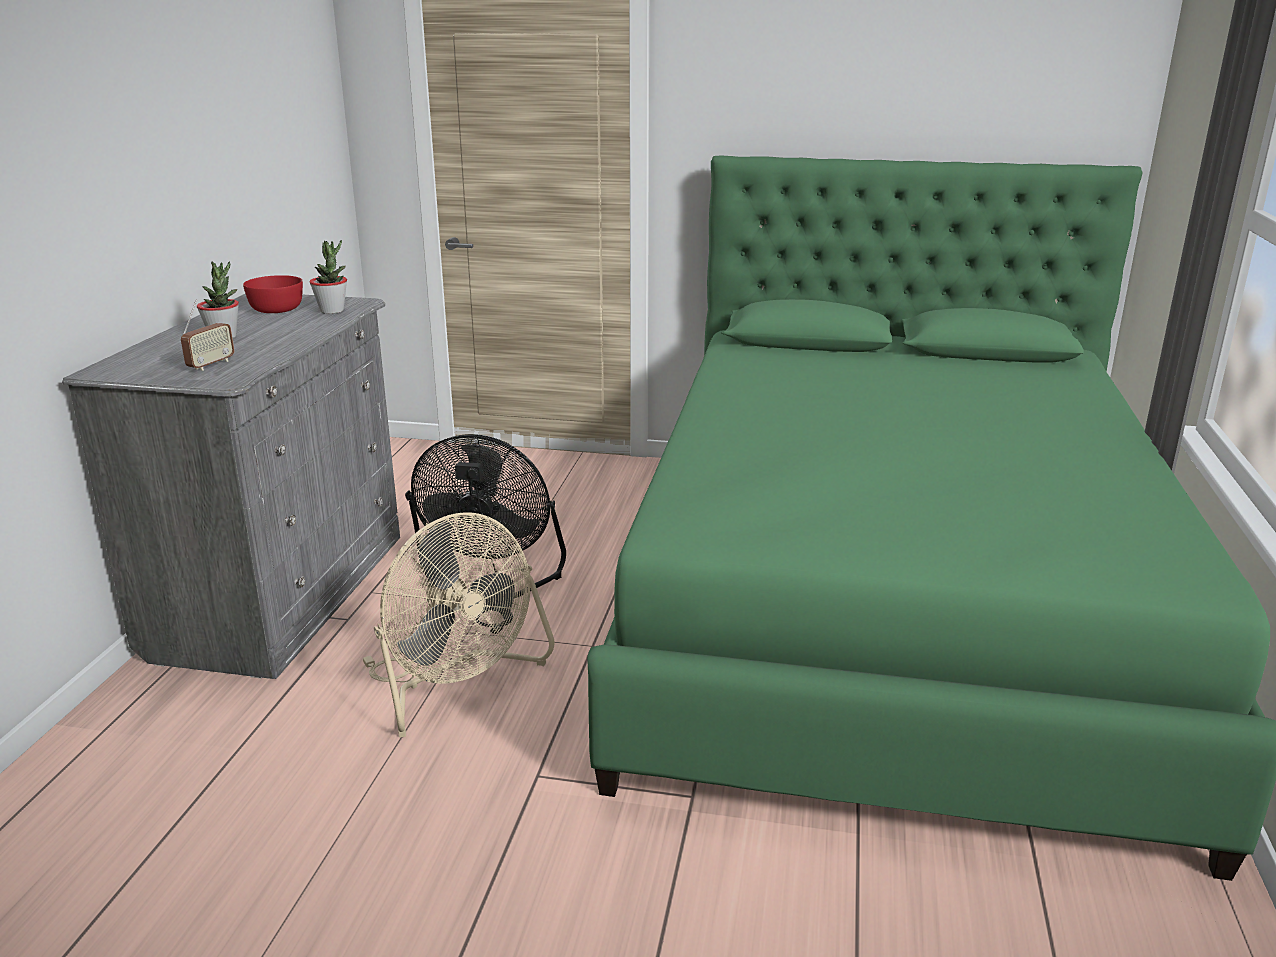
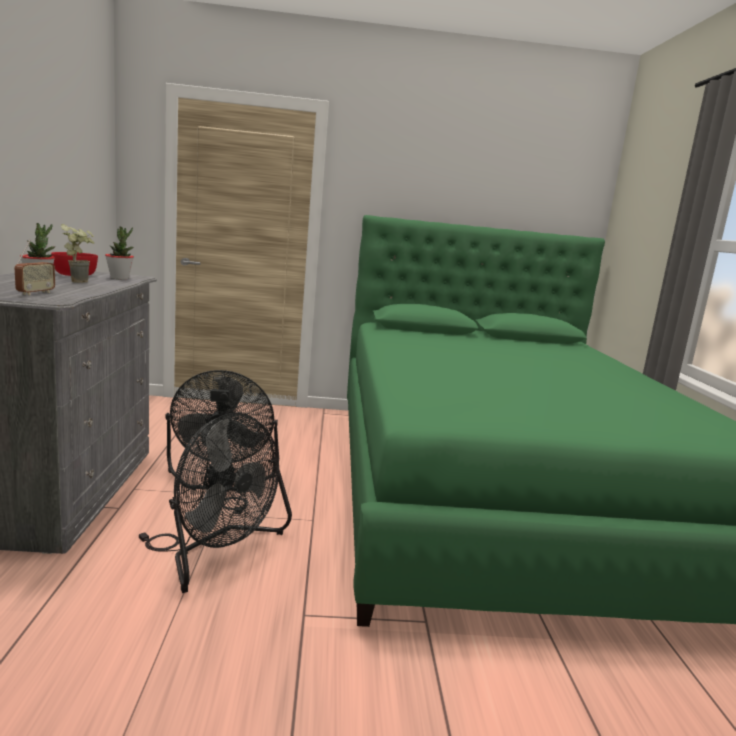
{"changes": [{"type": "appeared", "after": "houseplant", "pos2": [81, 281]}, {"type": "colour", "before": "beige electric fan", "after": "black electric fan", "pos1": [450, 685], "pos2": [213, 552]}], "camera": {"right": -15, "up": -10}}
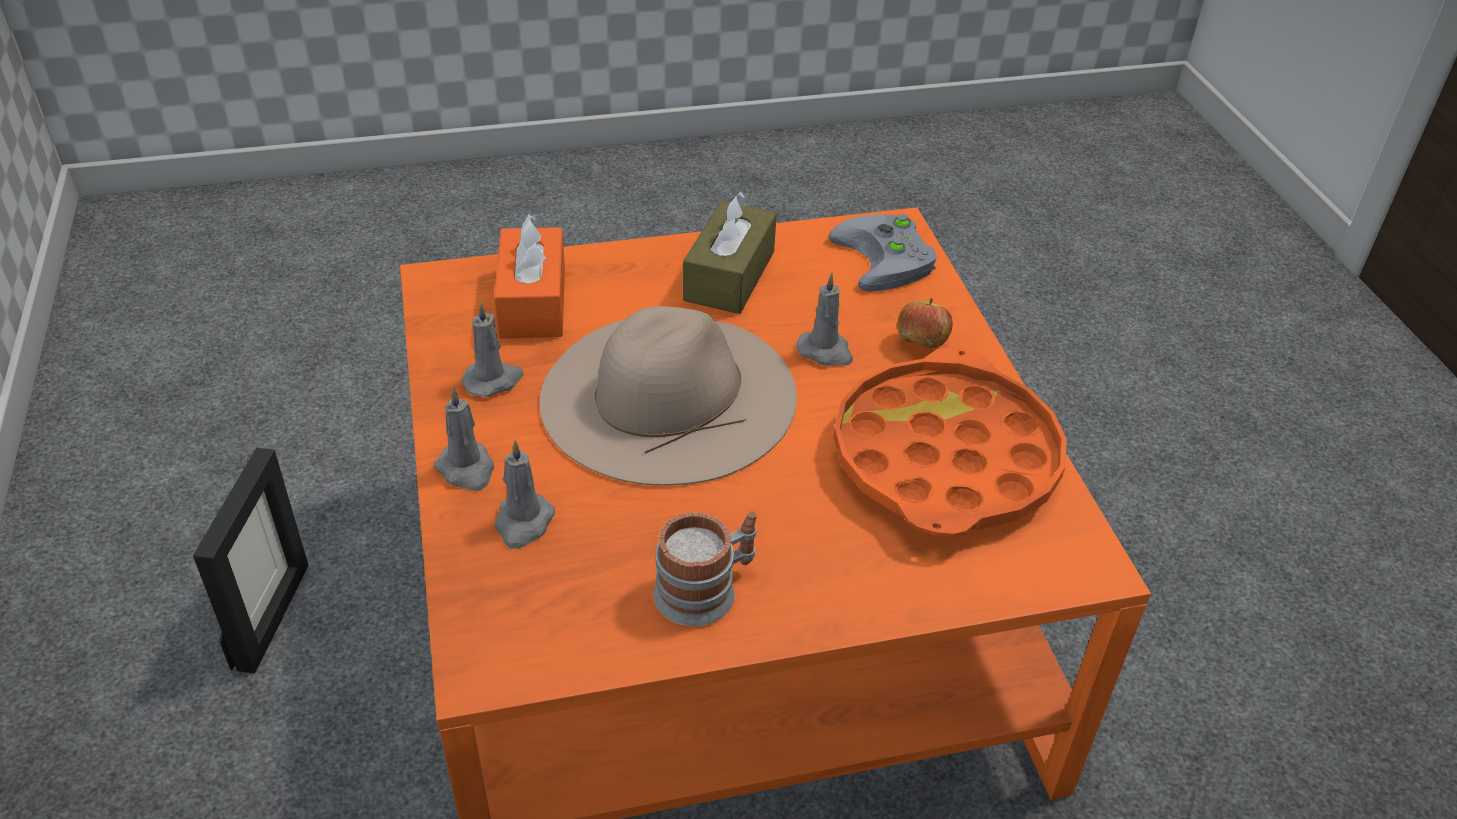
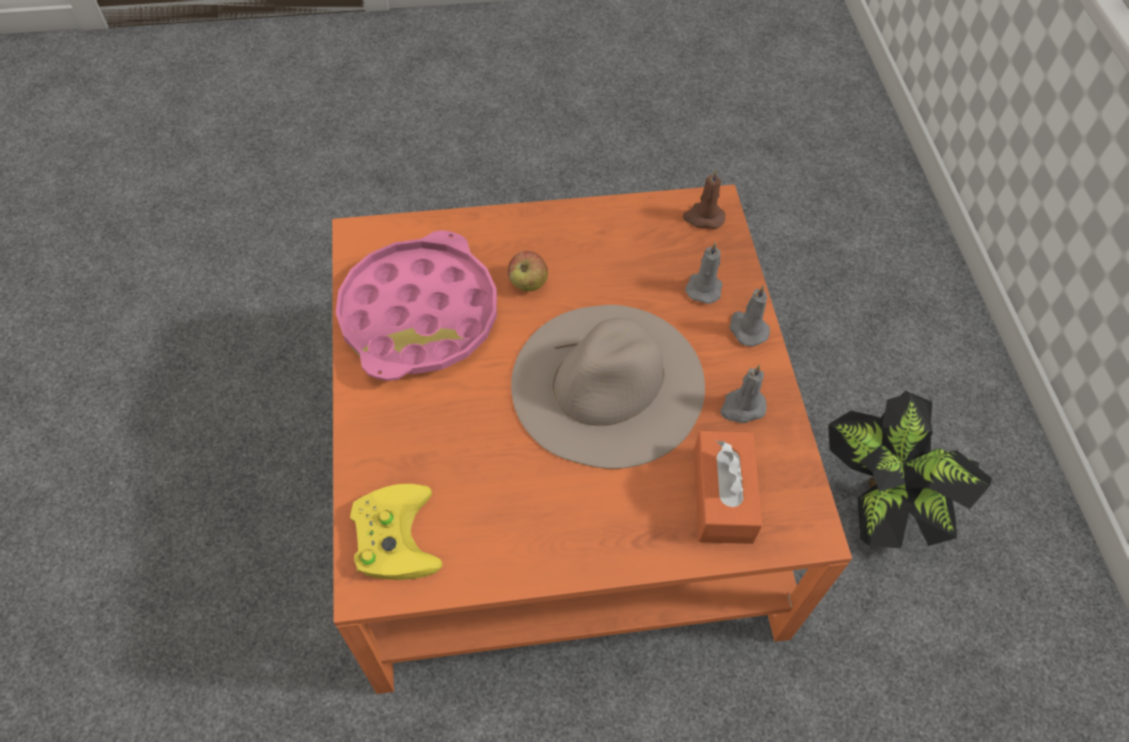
{"changes": [{"type": "colour", "before": "orangey tray", "after": "pink tray", "pos1": [944, 459], "pos2": [419, 315]}, {"type": "colour", "before": "greyish game controller", "after": "yellowish game controller", "pos1": [888, 259], "pos2": [391, 534]}, {"type": "relocated", "before": "apple", "pos1": [921, 343], "pos2": [528, 283]}, {"type": "appeared", "after": "brown wax candle", "pos2": [703, 217]}, {"type": "exchanged", "before": "photo frame", "after": "houseplant", "pos1": [271, 615], "pos2": [878, 502]}, {"type": "missing", "before": "coffee mug", "pos1": [706, 589]}, {"type": "missing", "before": "brown tissue holder", "pos1": [729, 276]}, {"type": "missing", "before": "greyish wax candle", "pos1": [826, 351]}], "camera": {"right": -175, "up": 15}}
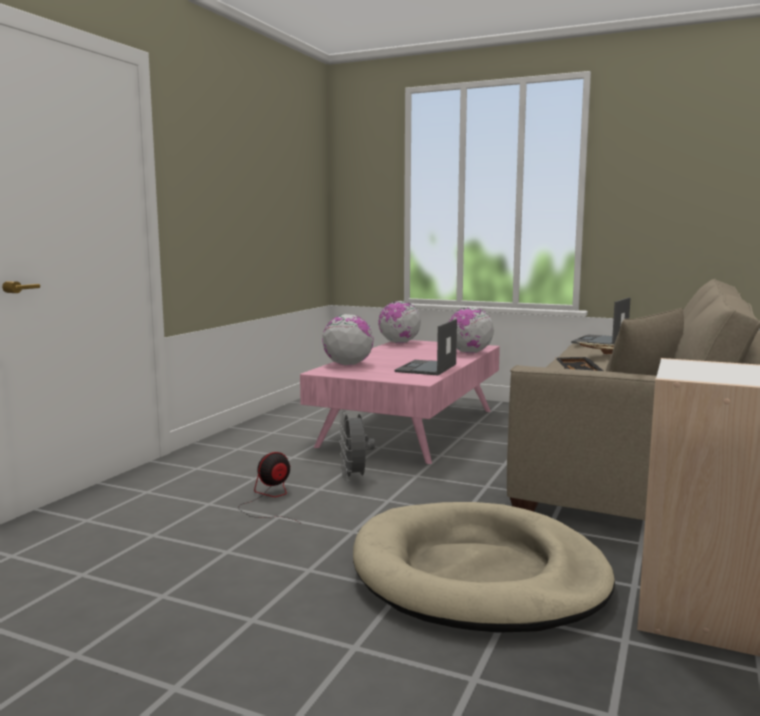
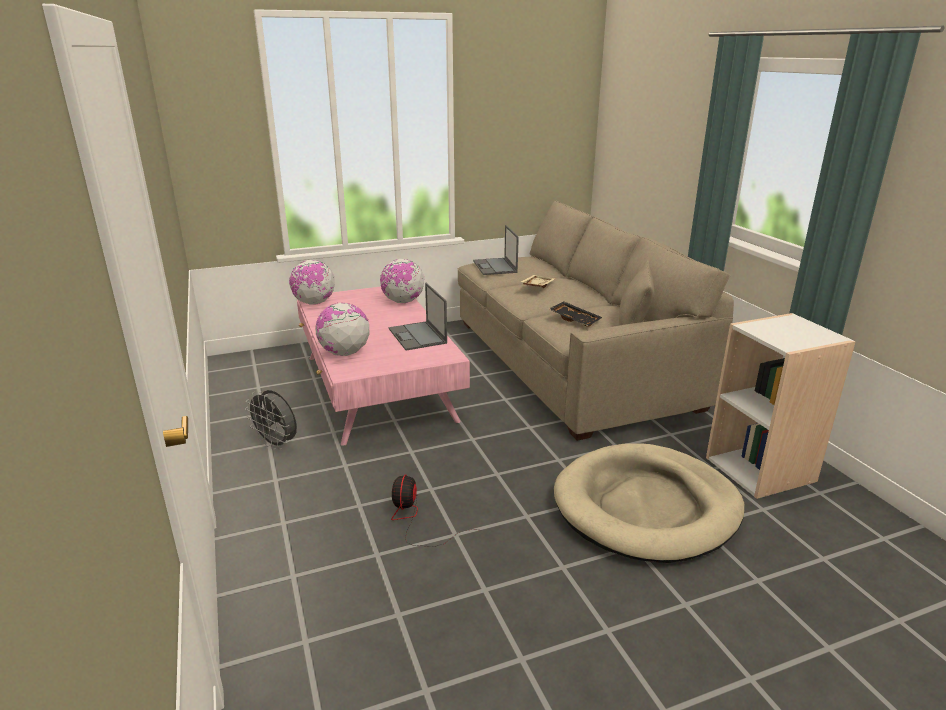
{"changes": [{"type": "relocated", "before": "greyish electric fan", "pos1": [354, 478], "pos2": [277, 444]}], "camera": {"right": -45, "up": 15}}
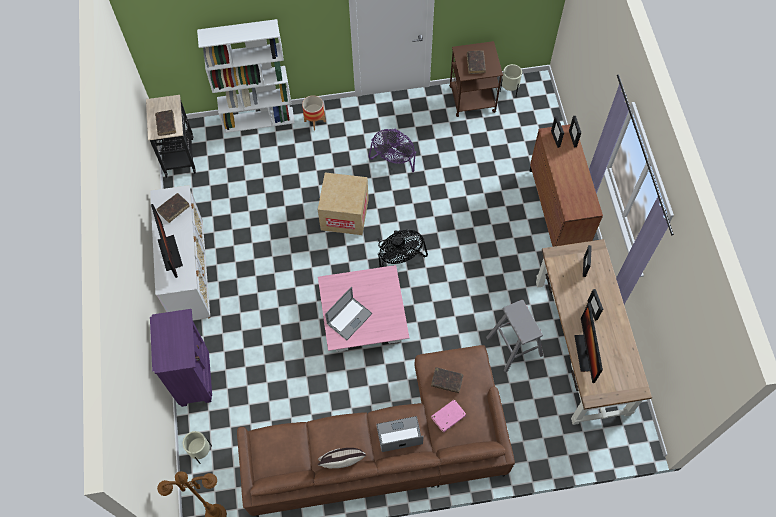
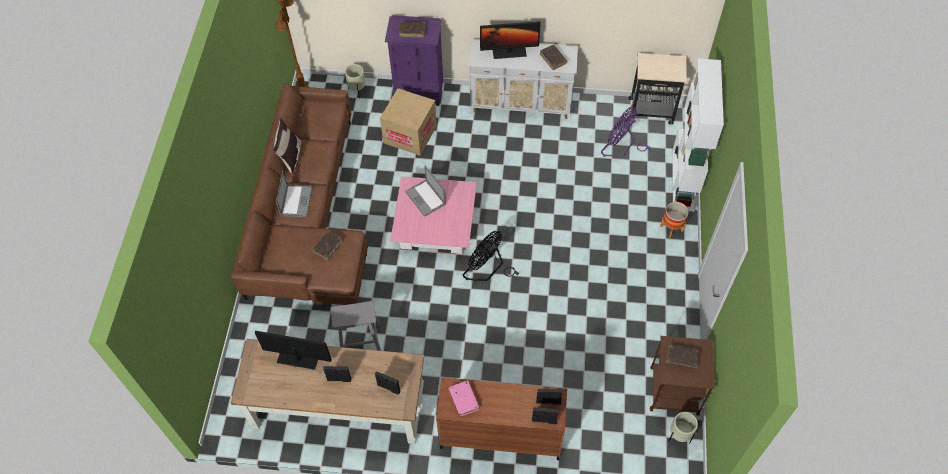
{"changes": [{"type": "relocated", "before": "cardboard box", "pos1": [344, 214], "pos2": [410, 134]}, {"type": "relocated", "before": "brown bound book", "pos1": [166, 124], "pos2": [412, 31]}, {"type": "relocated", "before": "pink bound book", "pos1": [448, 417], "pos2": [463, 399]}, {"type": "spun", "before": "black electric fan", "pos1": [397, 256], "pos2": [490, 267], "turn": 45}, {"type": "relocated", "before": "purple electric fan", "pos1": [393, 157], "pos2": [623, 144]}], "camera": {"right": 105, "up": -5}}
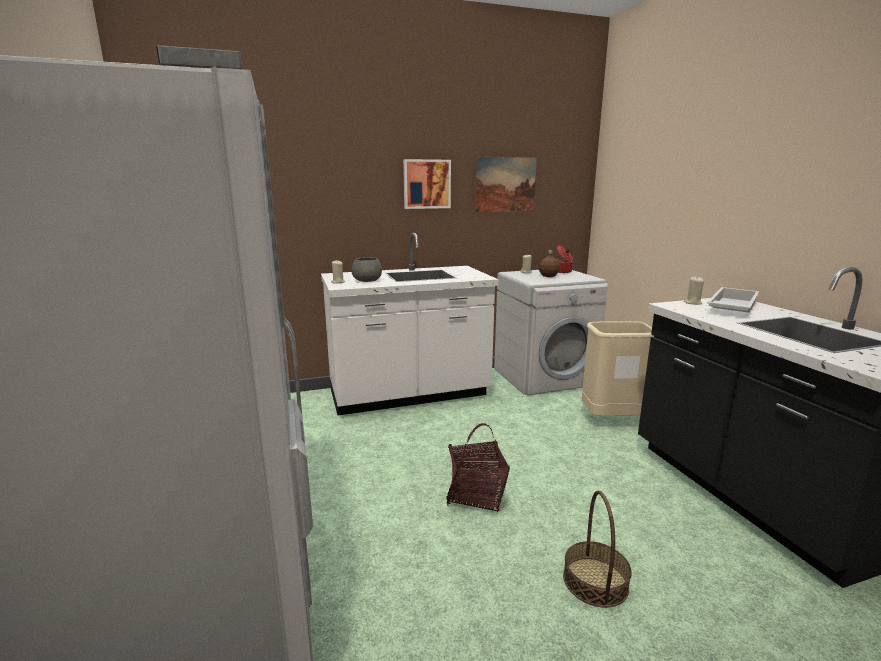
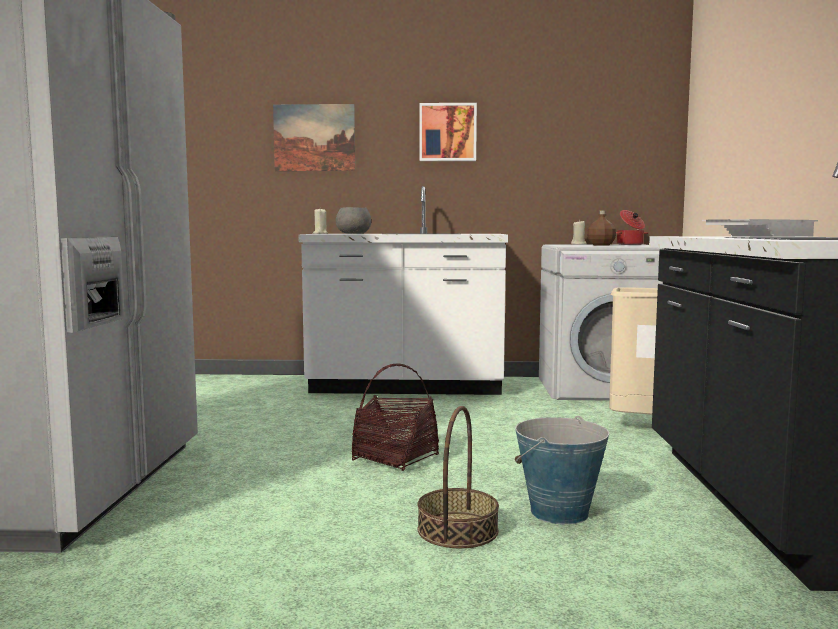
{"changes": [{"type": "relocated", "before": "wall art", "pos1": [505, 184], "pos2": [314, 137]}, {"type": "appeared", "after": "bucket", "pos2": [559, 512]}, {"type": "missing", "before": "beige wax candle", "pos1": [692, 303]}], "camera": {"right": 20, "up": -10}}
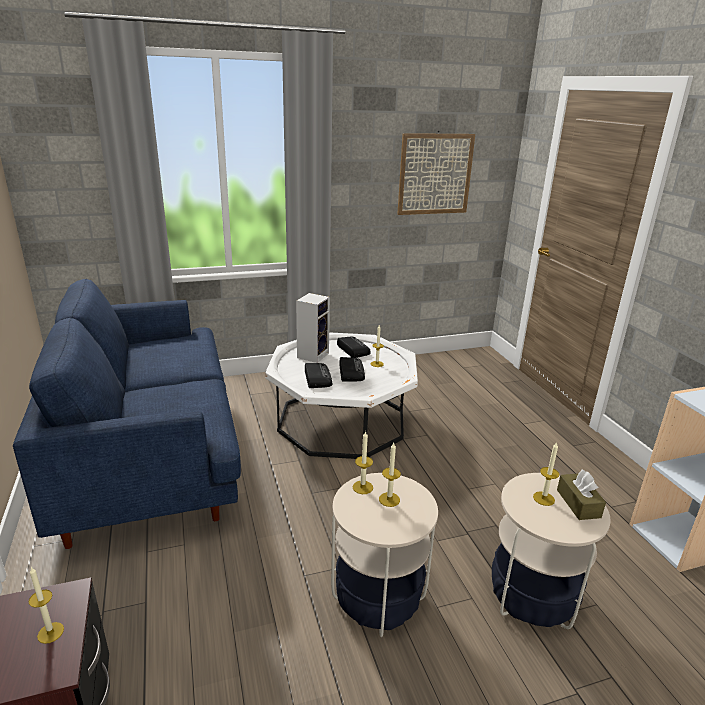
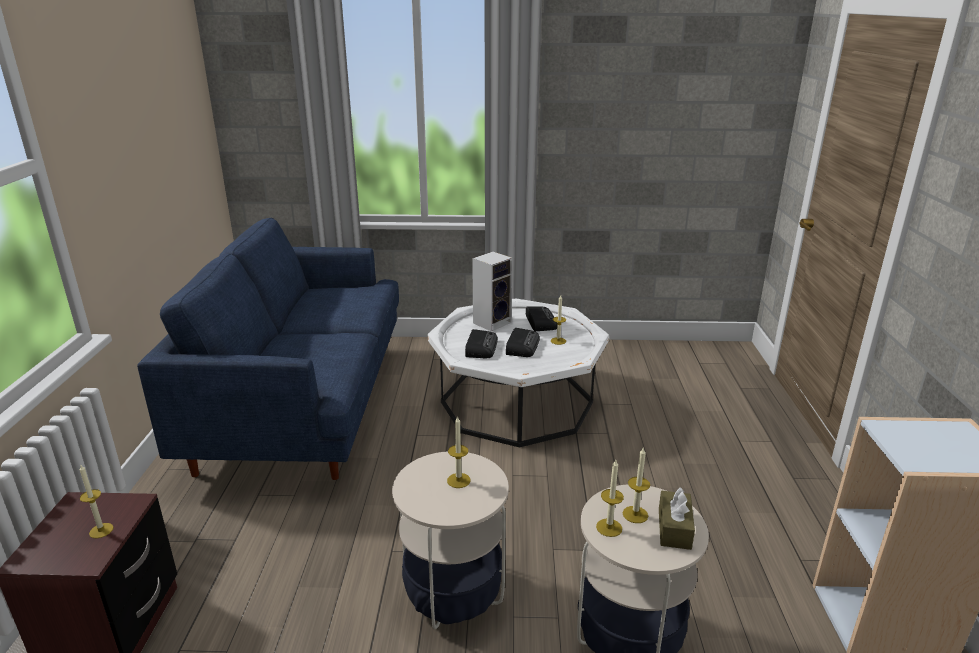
{"changes": [{"type": "relocated", "before": "wax candle", "pos1": [362, 487], "pos2": [609, 527]}, {"type": "missing", "before": "wall art", "pos1": [435, 173]}], "camera": {"right": 20, "up": 0}}
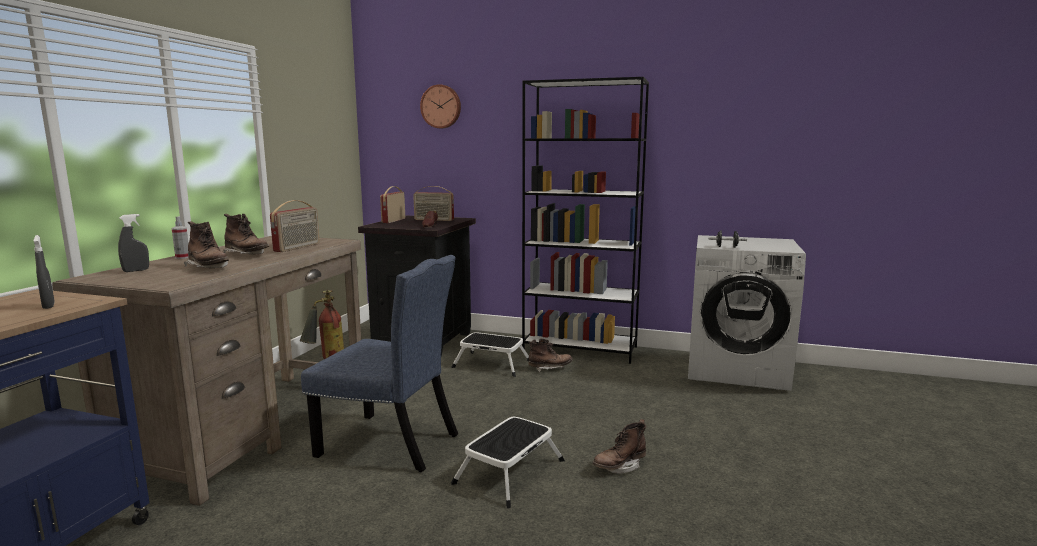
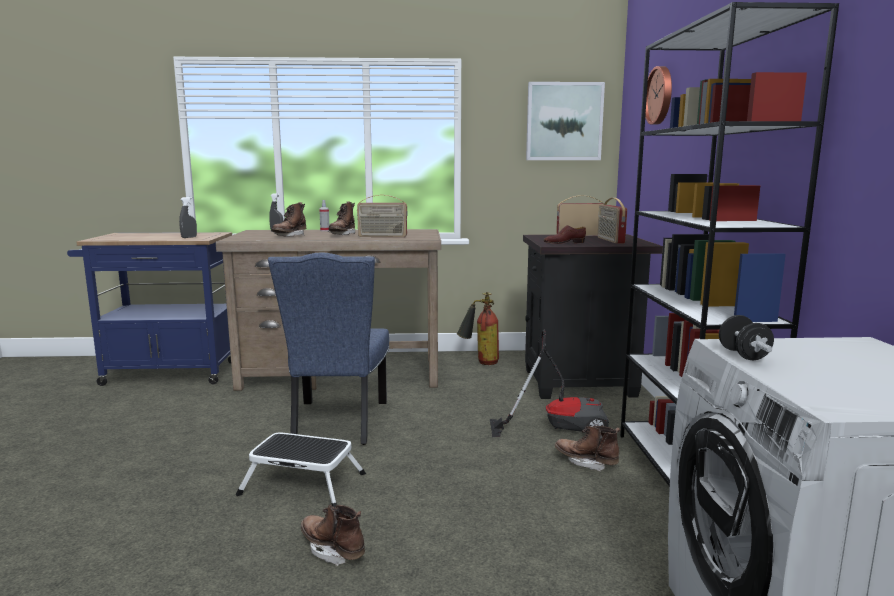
{"changes": [{"type": "exchanged", "before": "black stepladder", "after": "vacuum cleaner", "pos1": [491, 364], "pos2": [557, 426]}, {"type": "appeared", "after": "wall art", "pos2": [564, 121]}, {"type": "spun", "before": "brown boot", "pos1": [550, 368], "pos2": [586, 462], "turn": 150}], "camera": {"right": 70, "up": 0}}
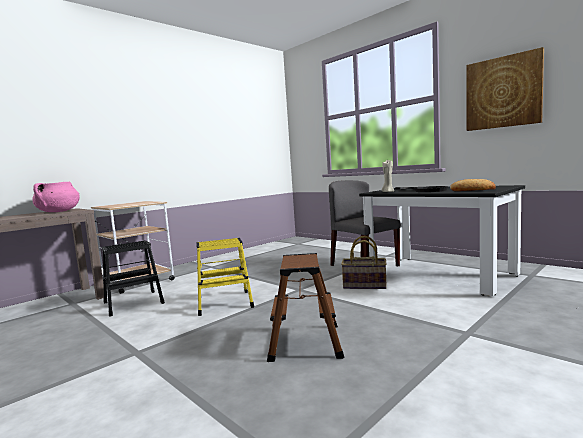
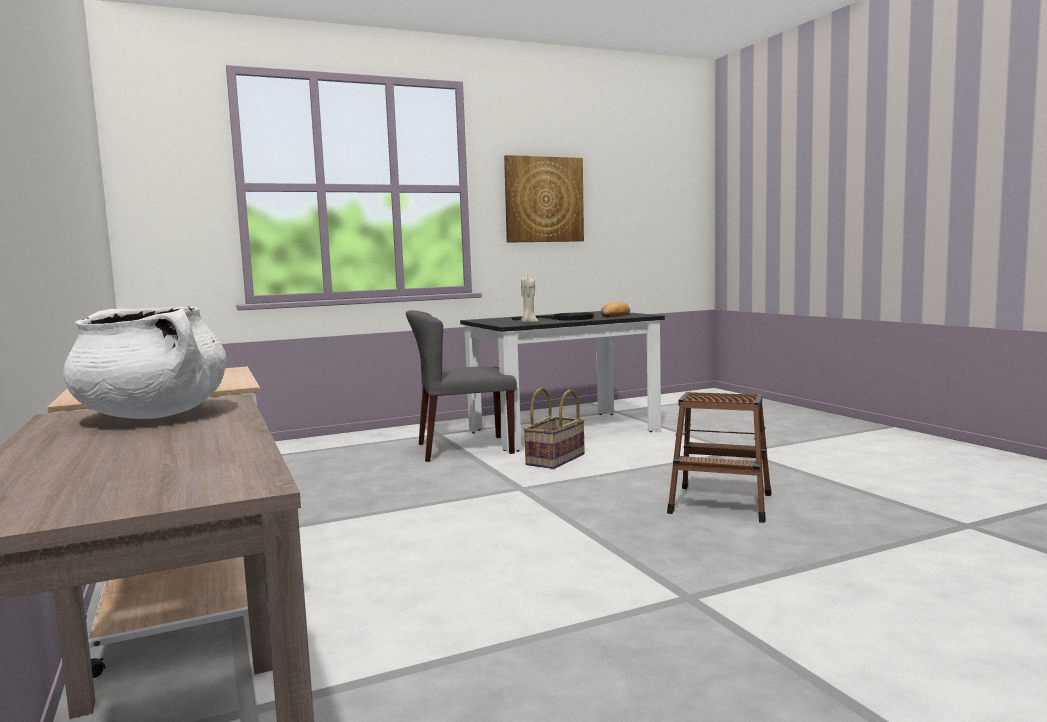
{"changes": [{"type": "colour", "before": "pink stockpot", "after": "whitish stockpot", "pos1": [58, 212], "pos2": [154, 416]}, {"type": "missing", "before": "black stepladder", "pos1": [134, 302]}, {"type": "missing", "before": "yellowish stepladder", "pos1": [224, 302]}], "camera": {"right": -70, "up": 0}}
